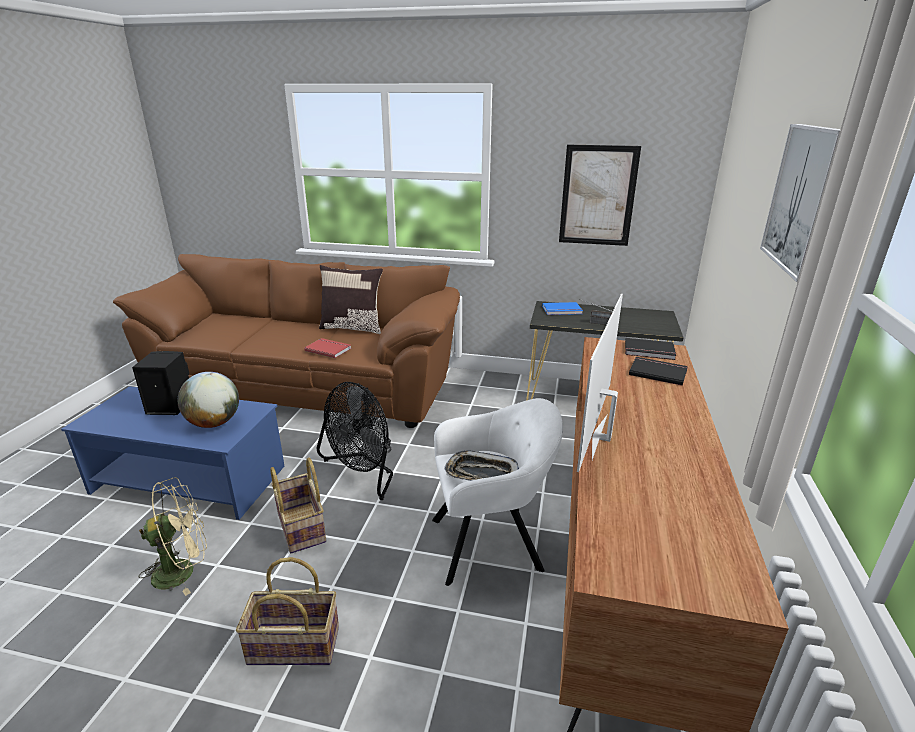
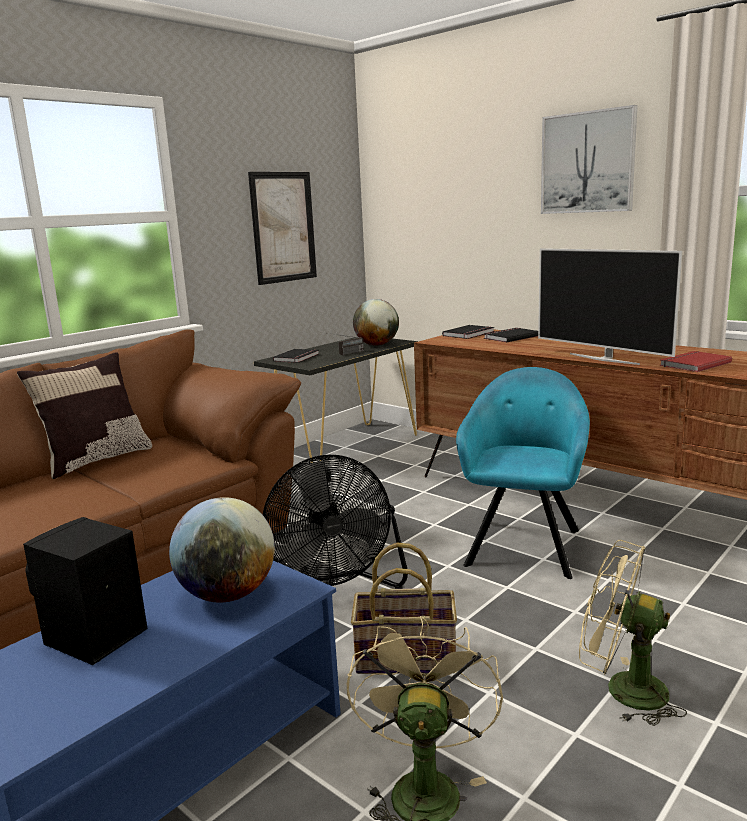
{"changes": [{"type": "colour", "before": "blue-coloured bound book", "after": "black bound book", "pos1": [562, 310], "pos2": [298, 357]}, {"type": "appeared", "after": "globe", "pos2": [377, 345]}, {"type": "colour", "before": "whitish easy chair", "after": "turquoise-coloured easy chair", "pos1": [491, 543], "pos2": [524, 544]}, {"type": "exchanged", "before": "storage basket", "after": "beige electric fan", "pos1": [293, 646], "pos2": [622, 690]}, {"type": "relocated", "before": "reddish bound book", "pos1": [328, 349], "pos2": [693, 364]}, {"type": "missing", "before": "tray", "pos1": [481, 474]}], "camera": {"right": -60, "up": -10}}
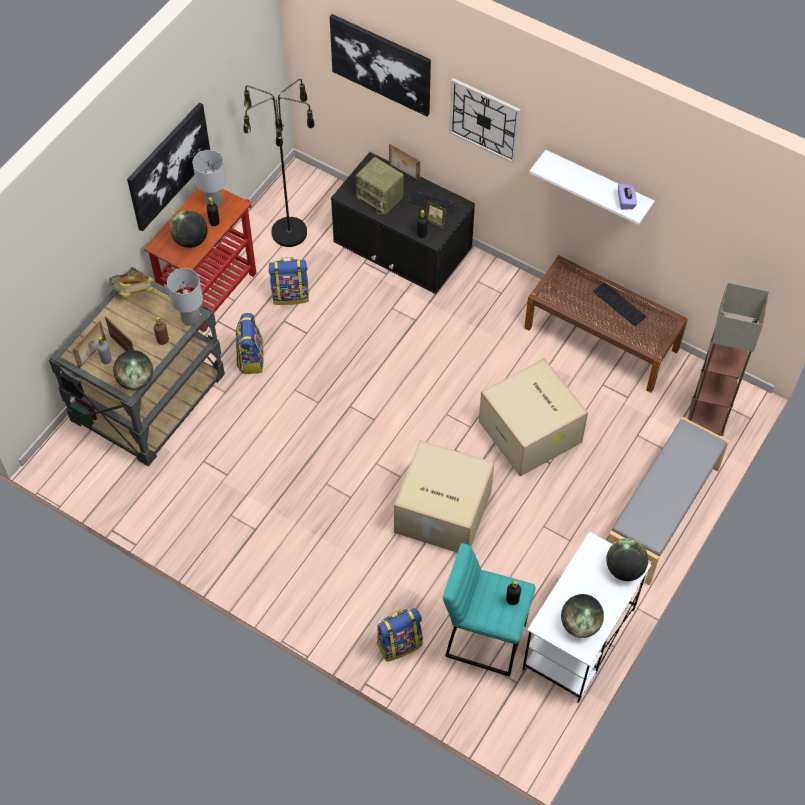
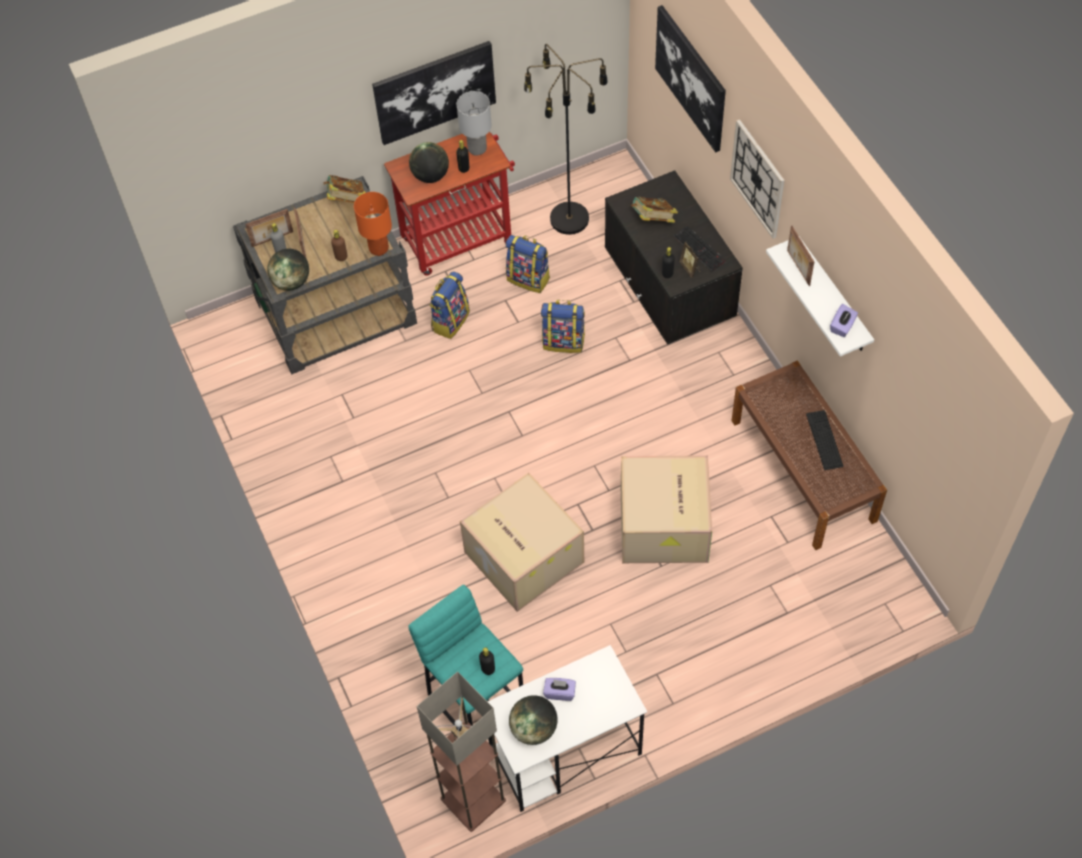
{"changes": [{"type": "colour", "before": "greyish tabletop lamp", "after": "orangey tabletop lamp", "pos1": [190, 320], "pos2": [378, 249]}, {"type": "relocated", "before": "floor lamp", "pos1": [708, 416], "pos2": [473, 801]}, {"type": "relocated", "before": "rucksack", "pos1": [399, 643], "pos2": [564, 341]}, {"type": "appeared", "after": "purple tissue holder", "pos2": [559, 692]}, {"type": "exchanged", "before": "radio", "after": "bound book", "pos1": [380, 197], "pos2": [653, 219]}, {"type": "relocated", "before": "photo frame", "pos1": [404, 173], "pos2": [797, 268]}, {"type": "missing", "before": "globe", "pos1": [624, 569]}, {"type": "missing", "before": "greyish bench", "pos1": [662, 514]}], "camera": {"right": 35, "up": 0}}
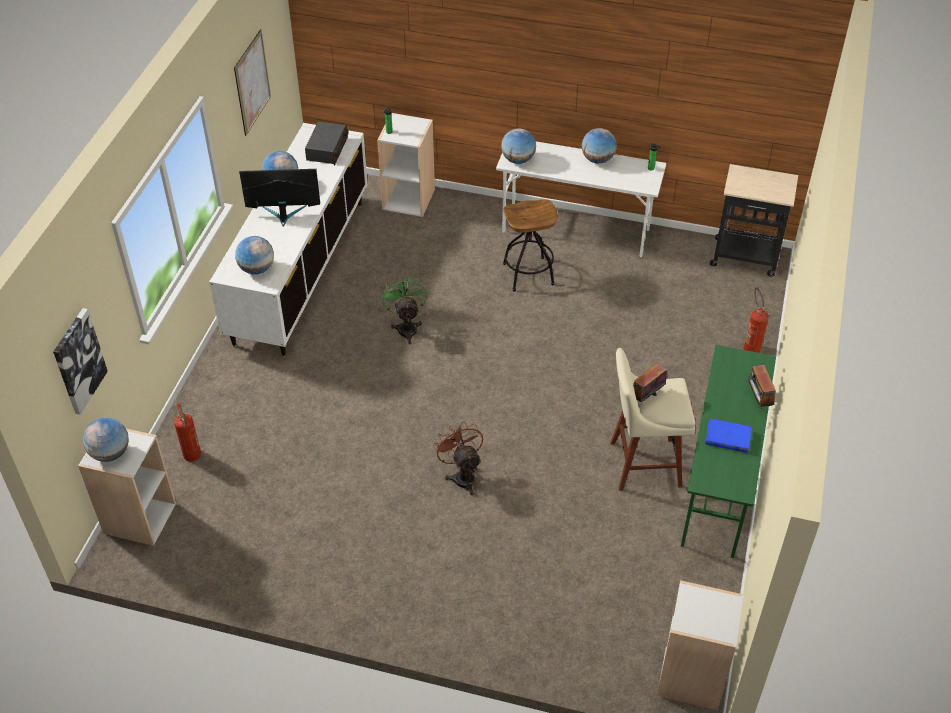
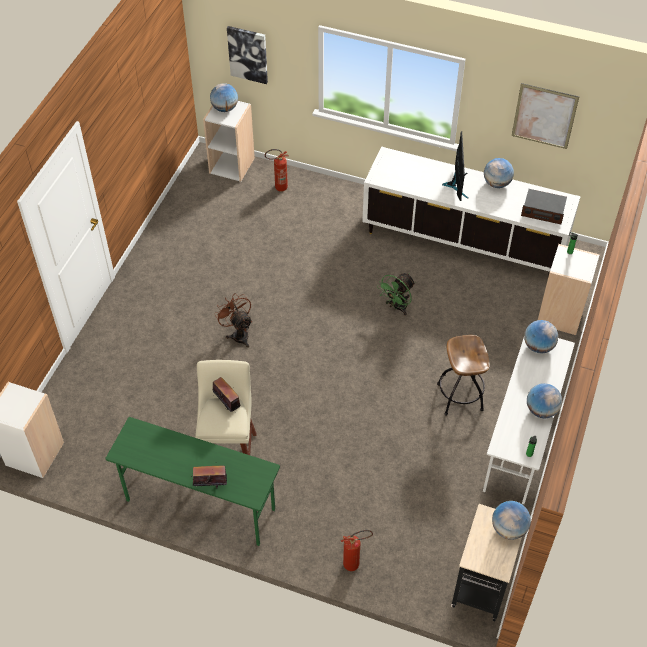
{"changes": [{"type": "spun", "before": "brown electric fan", "pos1": [462, 475], "pos2": [238, 334], "turn": -105}, {"type": "spun", "before": "greenish electric fan", "pos1": [406, 327], "pos2": [397, 307], "turn": 135}, {"type": "relocated", "before": "globe", "pos1": [257, 269], "pos2": [509, 529]}, {"type": "missing", "before": "blue-coloured bound book", "pos1": [727, 437]}], "camera": {"right": 95, "up": 5}}
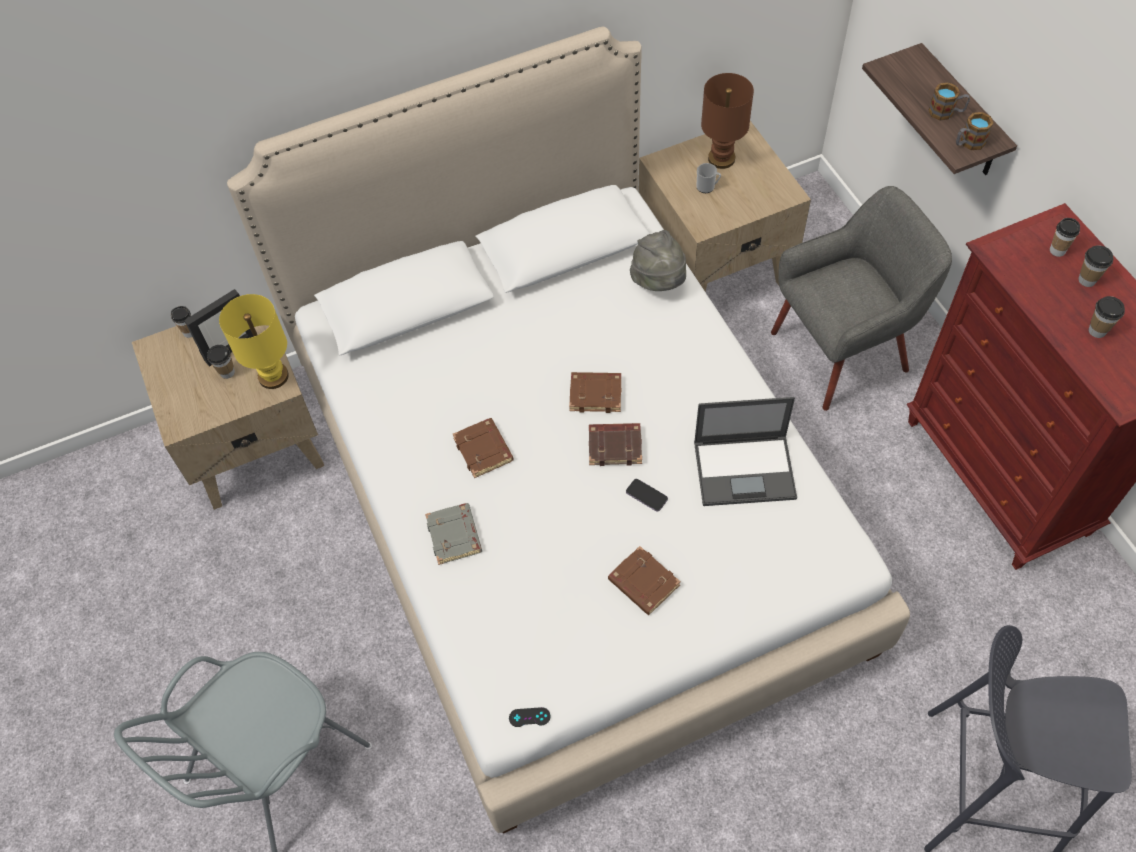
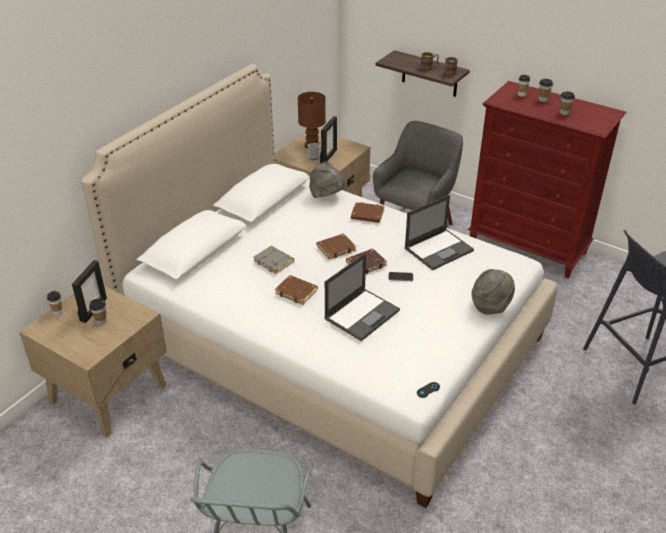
{"changes": [{"type": "relocated", "before": "greyish bound book", "pos1": [455, 536], "pos2": [274, 262]}, {"type": "appeared", "after": "photo frame", "pos2": [328, 156]}, {"type": "appeared", "after": "notebook computer", "pos2": [362, 314]}, {"type": "relocated", "before": "brown bound book", "pos1": [642, 583], "pos2": [367, 215]}, {"type": "appeared", "after": "greyish hat", "pos2": [491, 305]}, {"type": "missing", "before": "yellowish tabletop lamp", "pos1": [274, 375]}], "camera": {"right": -35, "up": -20}}
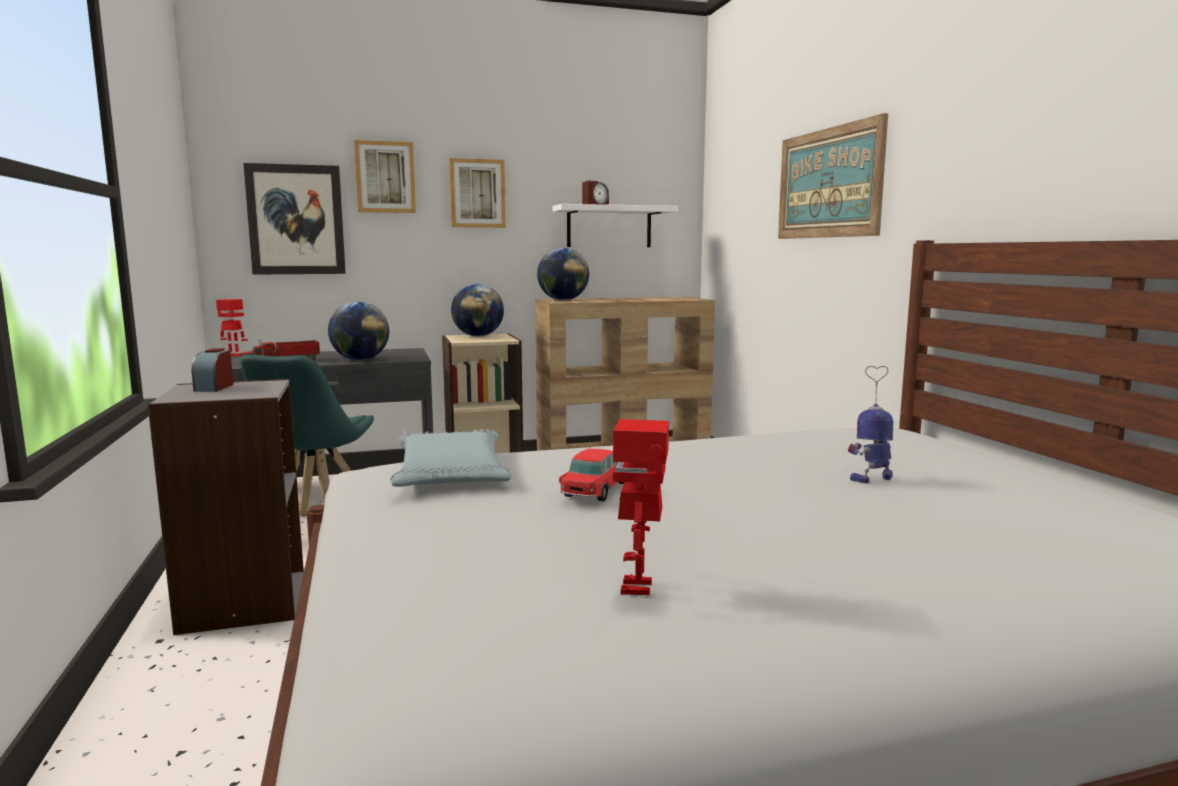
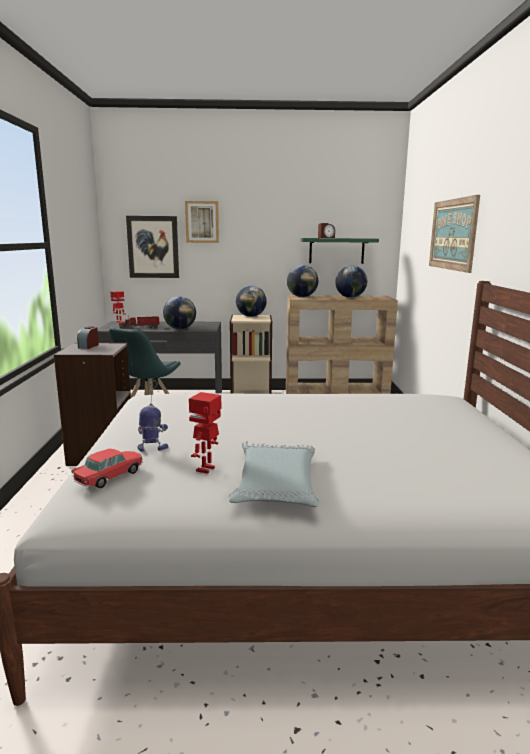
{"changes": [{"type": "relocated", "before": "miniature car", "pos1": [596, 490], "pos2": [110, 477]}, {"type": "relocated", "before": "toy robot", "pos1": [873, 478], "pos2": [153, 448]}, {"type": "relocated", "before": "blue-coloured pillow", "pos1": [450, 470], "pos2": [276, 482]}, {"type": "colour", "before": "whitish bracket shelf", "after": "greenish bracket shelf", "pos1": [609, 227], "pos2": [336, 250]}, {"type": "appeared", "after": "globe", "pos2": [350, 297]}, {"type": "missing", "before": "wall art", "pos1": [477, 193]}], "camera": {"right": 15, "up": 5}}
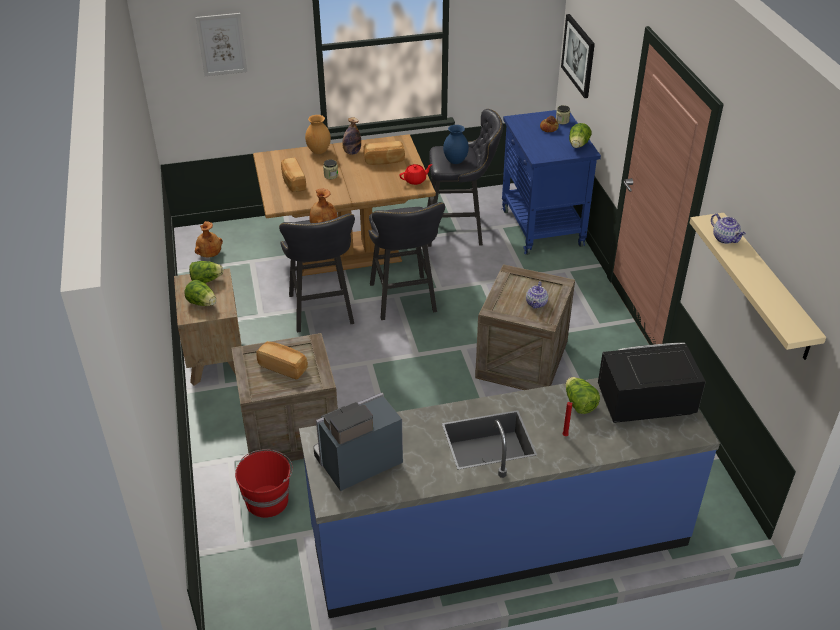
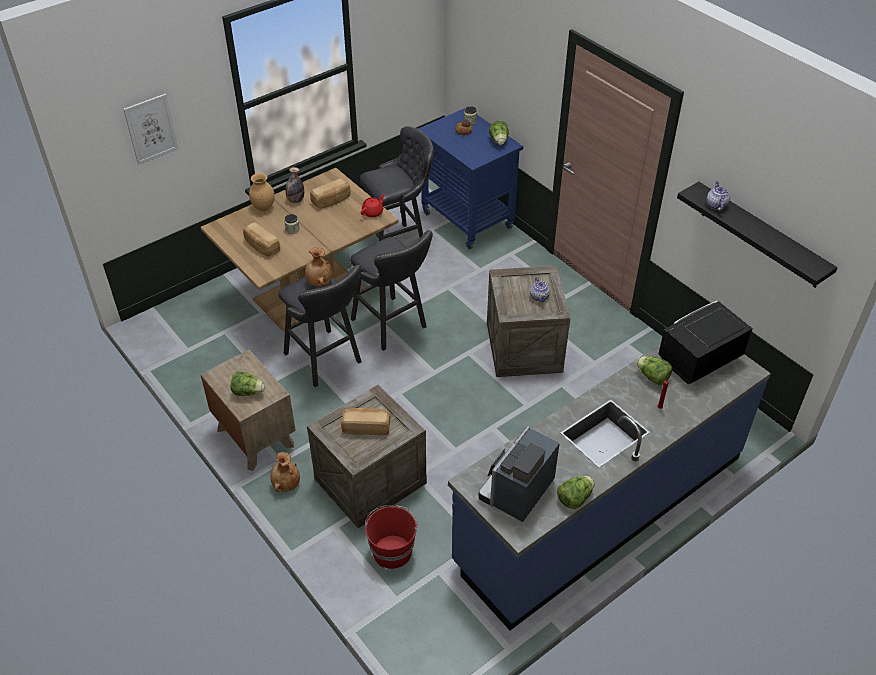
{"changes": [{"type": "relocated", "before": "brown flower vase", "pos1": [209, 254], "pos2": [286, 484]}, {"type": "relocated", "before": "lettuce", "pos1": [206, 280], "pos2": [574, 498]}, {"type": "colour", "before": "beige bracket shelf", "after": "black bracket shelf", "pos1": [766, 286], "pos2": [760, 236]}, {"type": "spun", "before": "tea pot", "pos1": [725, 239], "pos2": [716, 205], "turn": -120}, {"type": "missing", "before": "blue-coloured flower vase", "pos1": [455, 161]}, {"type": "missing", "before": "wall art", "pos1": [578, 55]}], "camera": {"right": -25, "up": 5}}
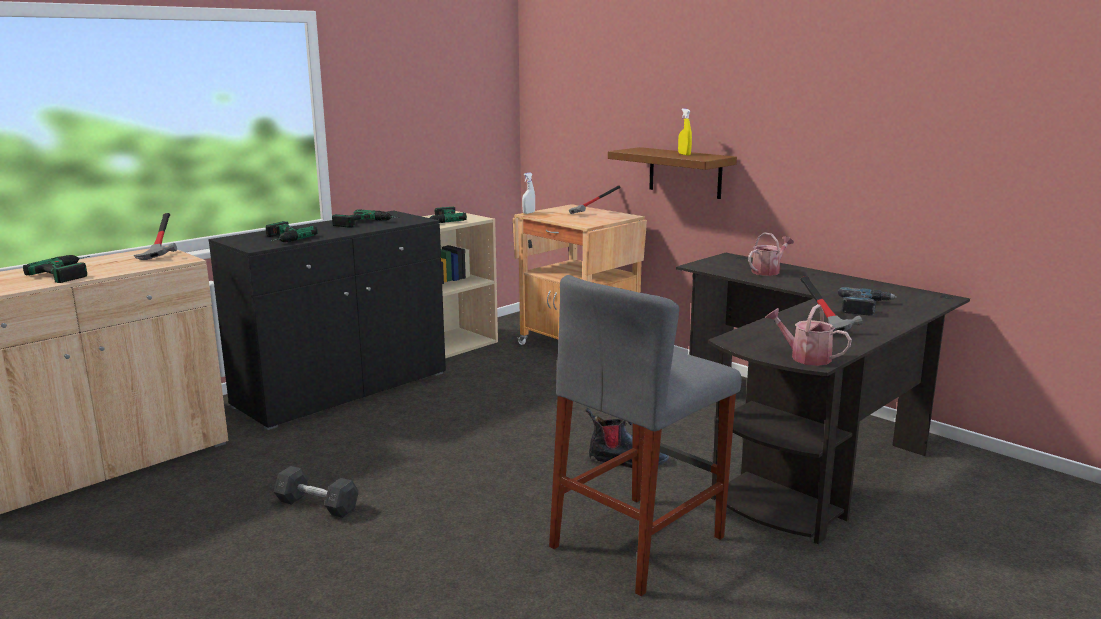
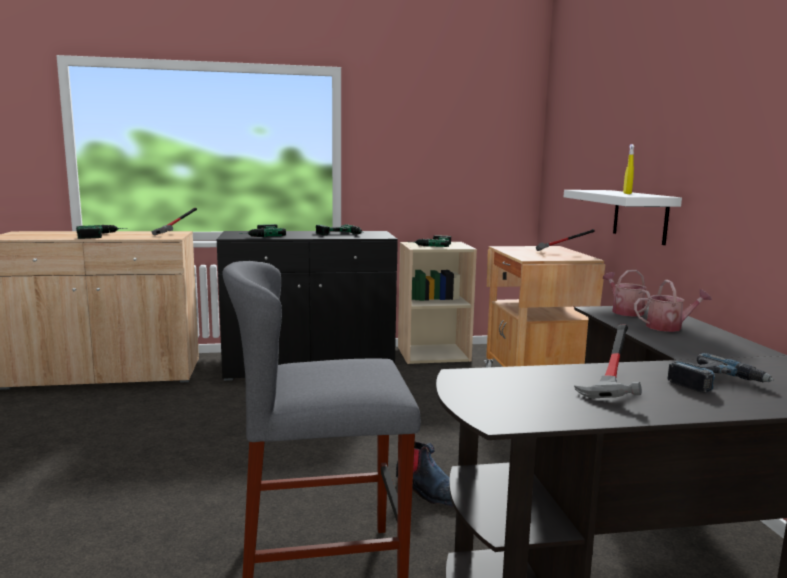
{"changes": [{"type": "colour", "before": "brown bracket shelf", "after": "whitish bracket shelf", "pos1": [685, 172], "pos2": [640, 216]}, {"type": "relocated", "before": "watering can", "pos1": [805, 357], "pos2": [624, 311]}, {"type": "missing", "before": "greyish free weight", "pos1": [317, 505]}, {"type": "missing", "before": "whitish sprayer", "pos1": [528, 213]}], "camera": {"right": 35, "up": -5}}
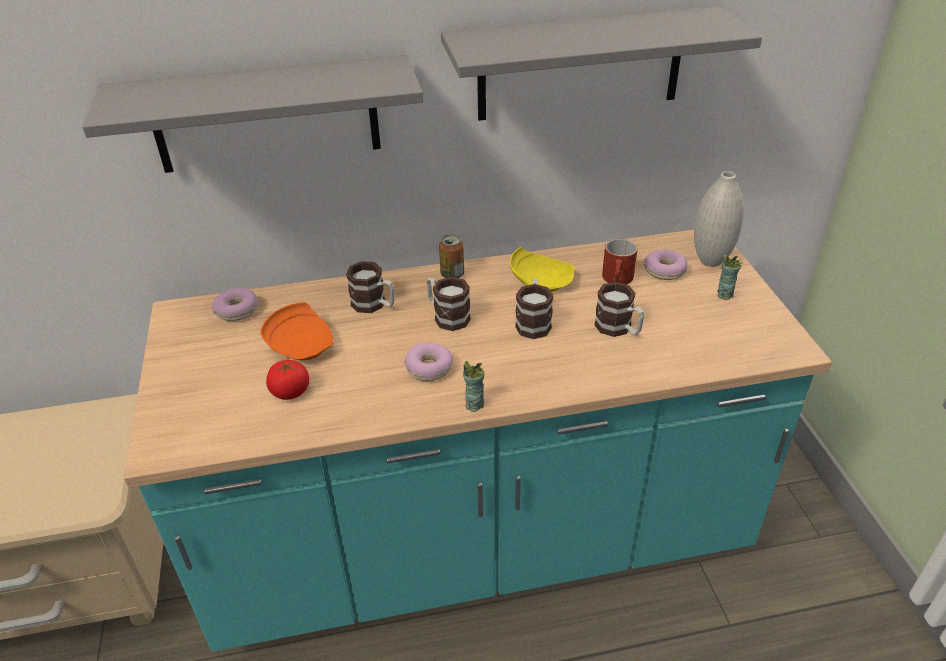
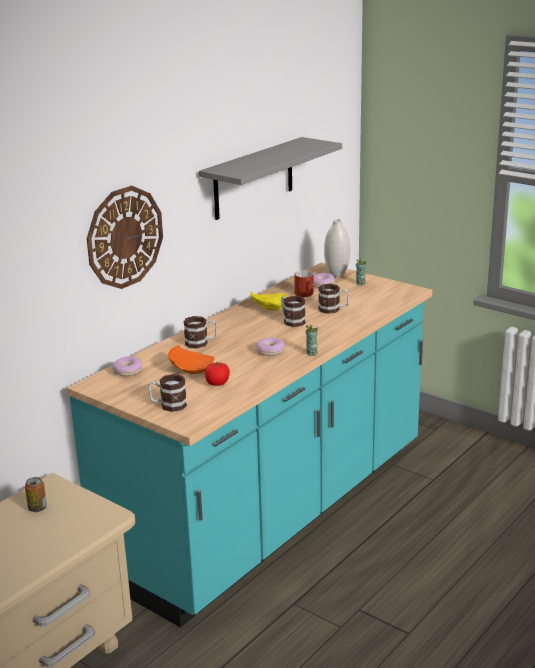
{"changes": [{"type": "relocated", "before": "can", "pos1": [452, 274], "pos2": [37, 508]}, {"type": "exchanged", "before": "greyish bracket shelf", "after": "hanging clock", "pos1": [266, 115], "pos2": [124, 237]}, {"type": "relocated", "before": "coffee mug", "pos1": [447, 316], "pos2": [168, 405]}], "camera": {"right": -40, "up": -15}}
